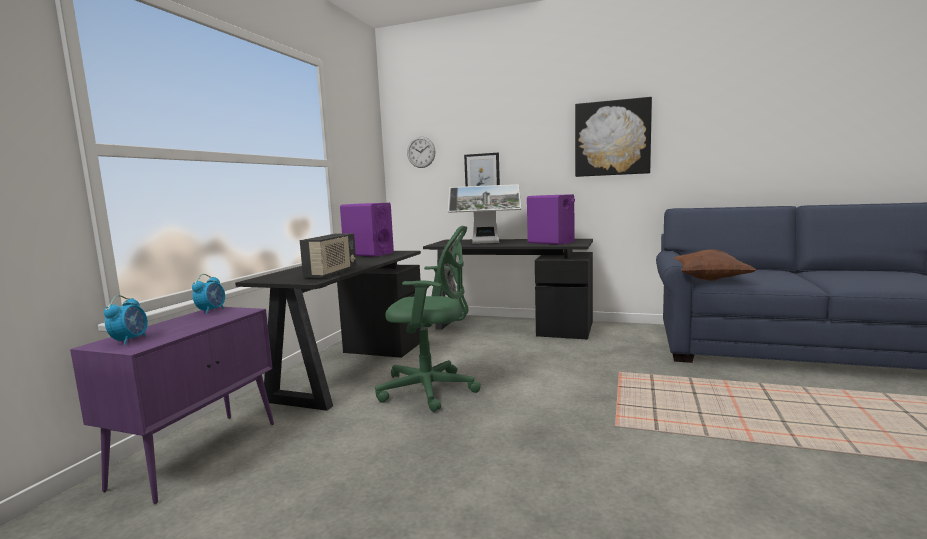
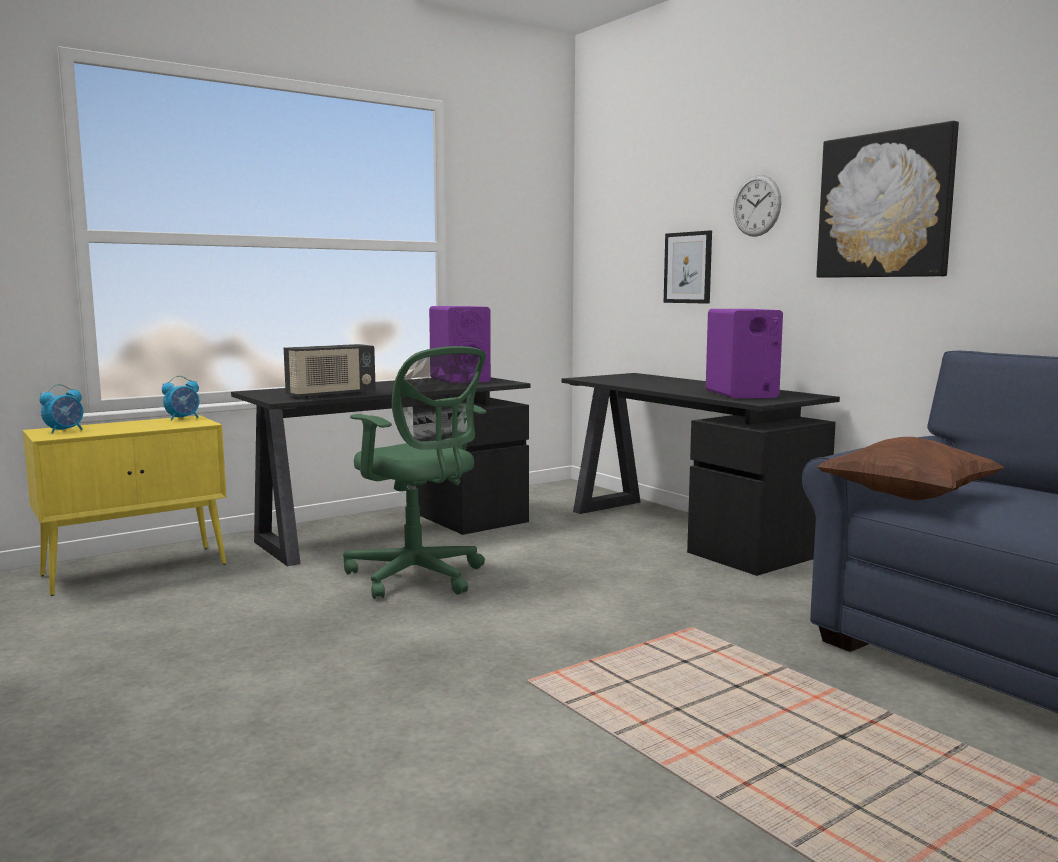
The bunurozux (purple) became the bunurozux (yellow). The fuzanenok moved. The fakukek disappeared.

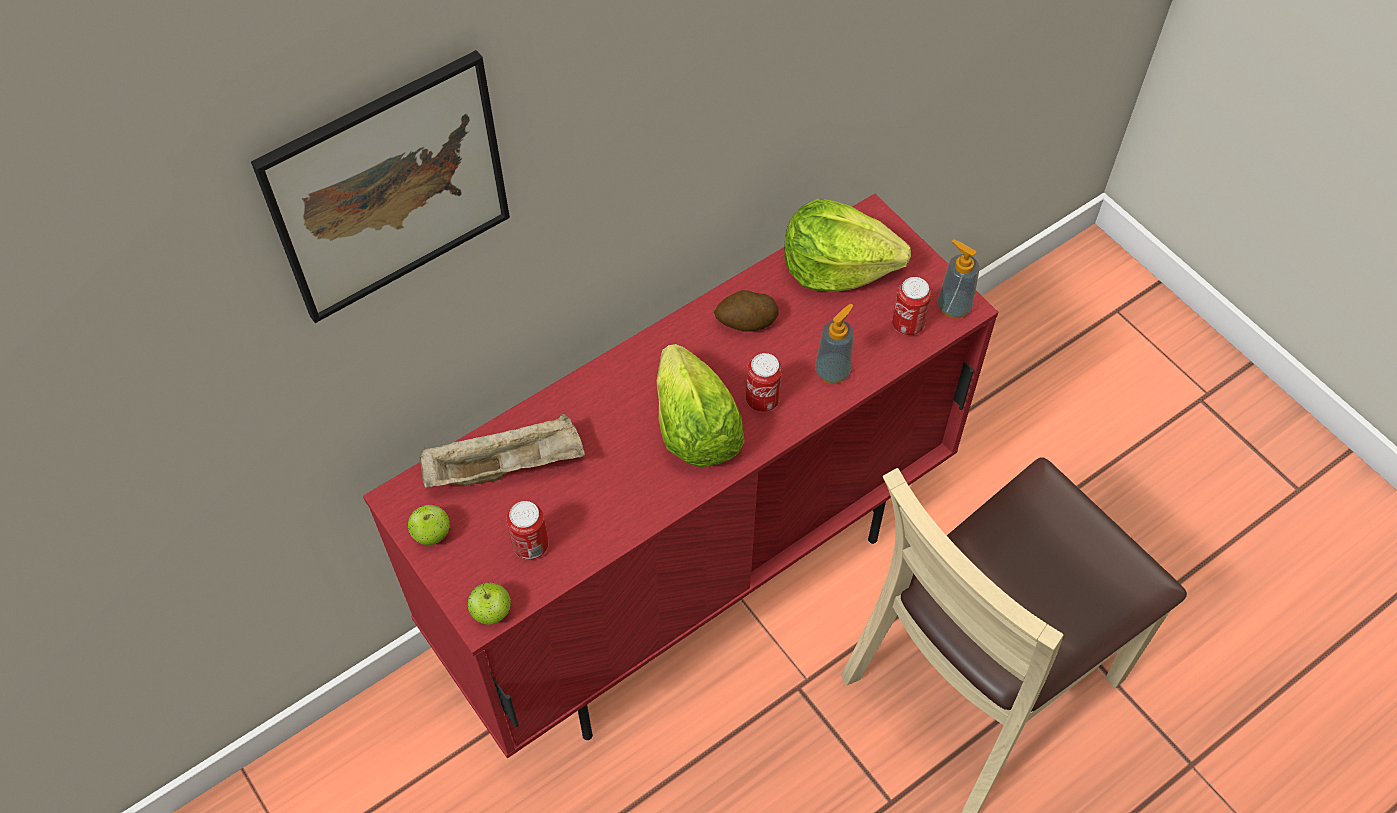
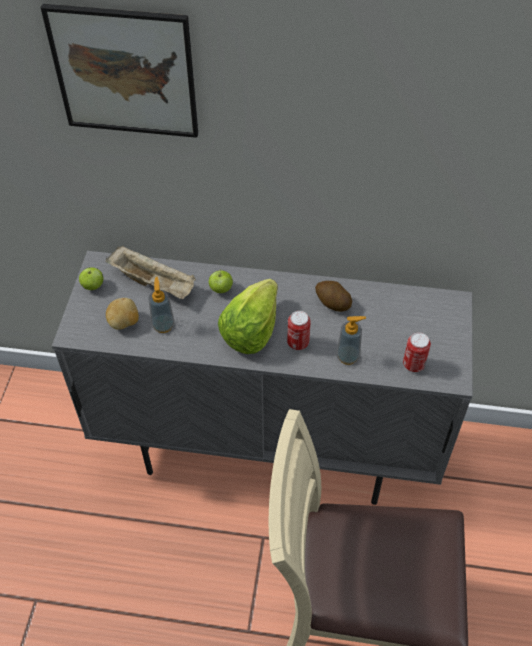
The bunurozux (red) became the bunurozux (grey). The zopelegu (no. 1 from left) was replaced by the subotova (no. 1 from left). The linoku (no. 2 from left in the first image) moved. The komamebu (no. 2 from left) moved. The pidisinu (no. 2 from left) disappeared.

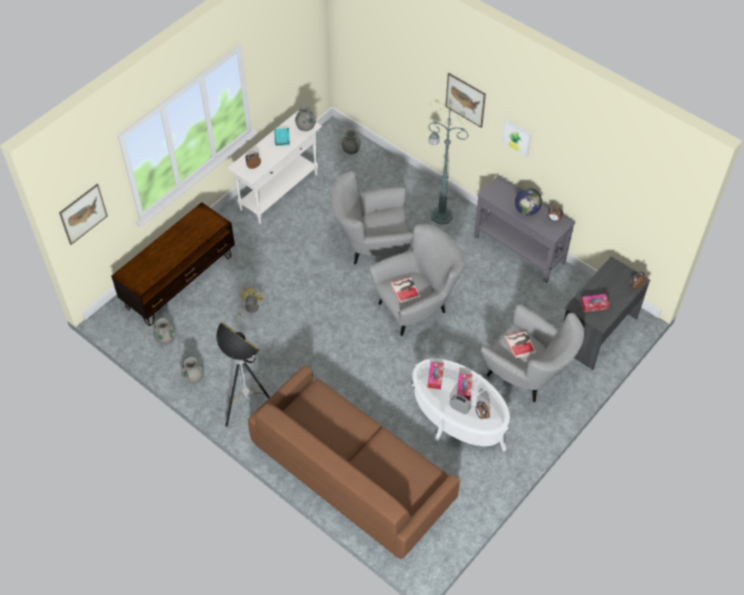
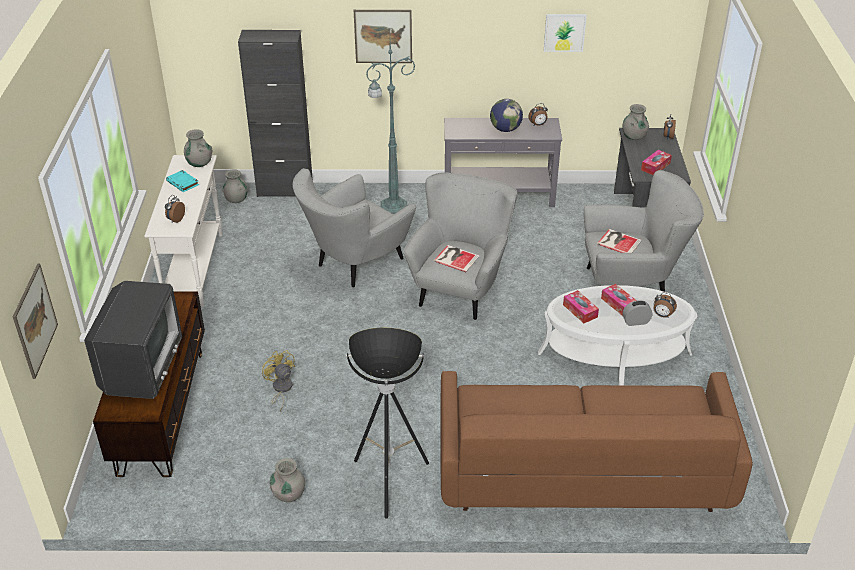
The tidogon appeared. The bunurozux (black) appeared. The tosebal (no. 3 from left) moved. The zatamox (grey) (no. 1 from left in the first image) moved.

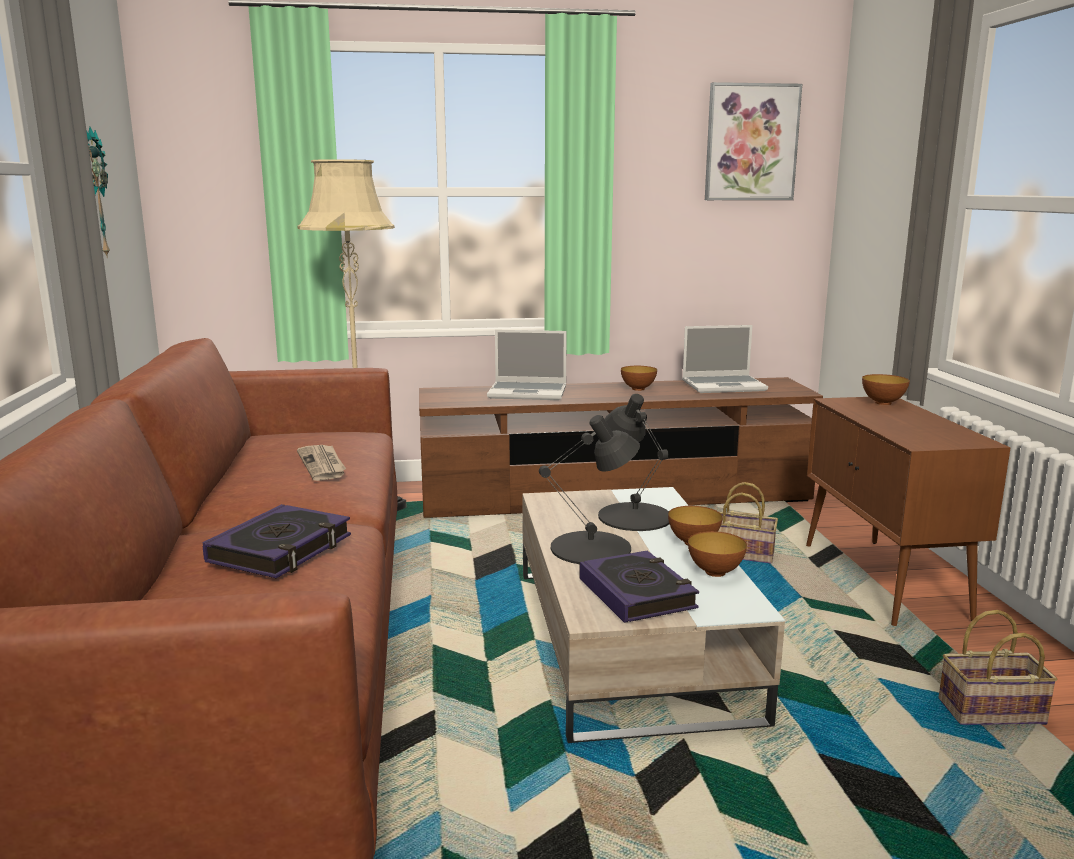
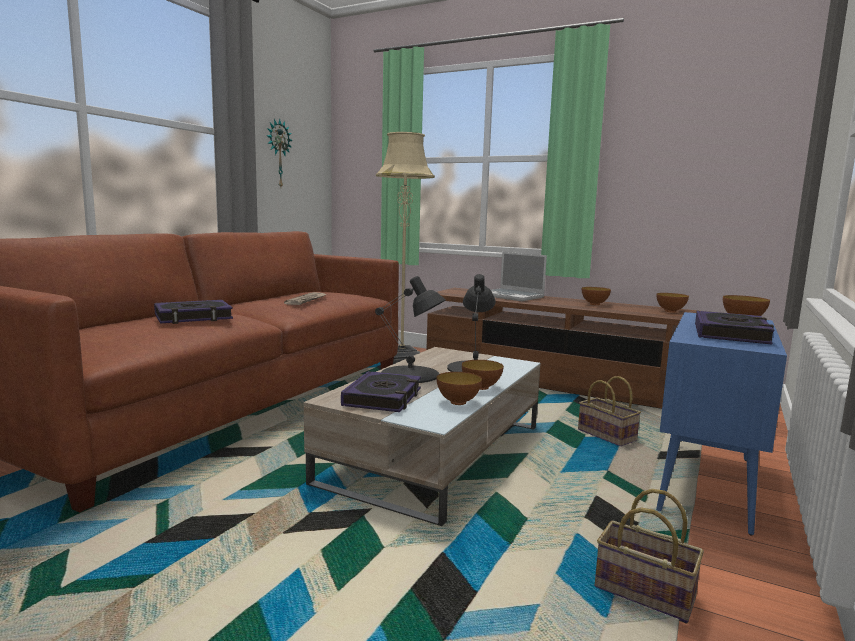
The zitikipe (no. 2 from left) was replaced by the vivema (no. 4 from left). The bunurozux (brown) became the bunurozux (blue). The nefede (no. 3 from left) appeared. The tosebal disappeared.

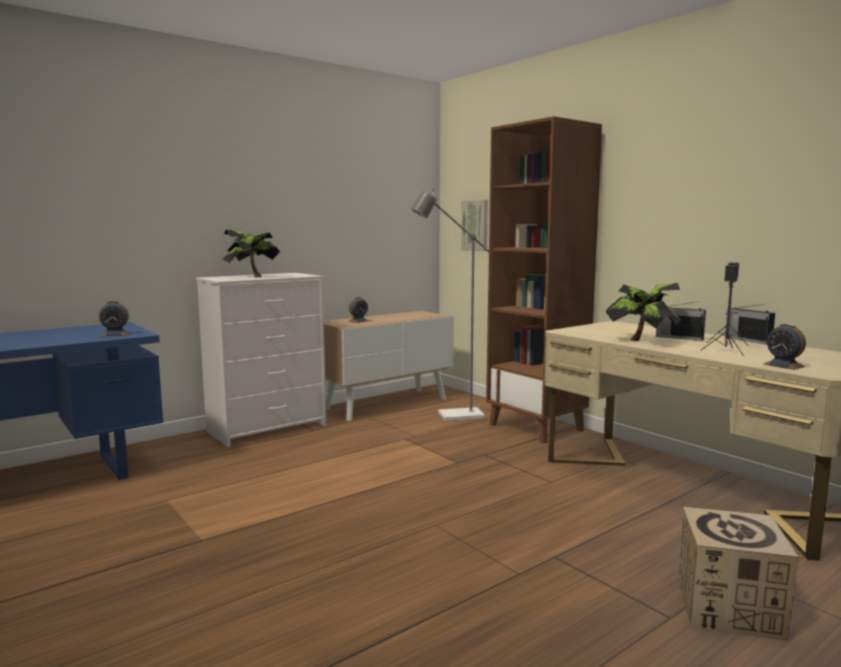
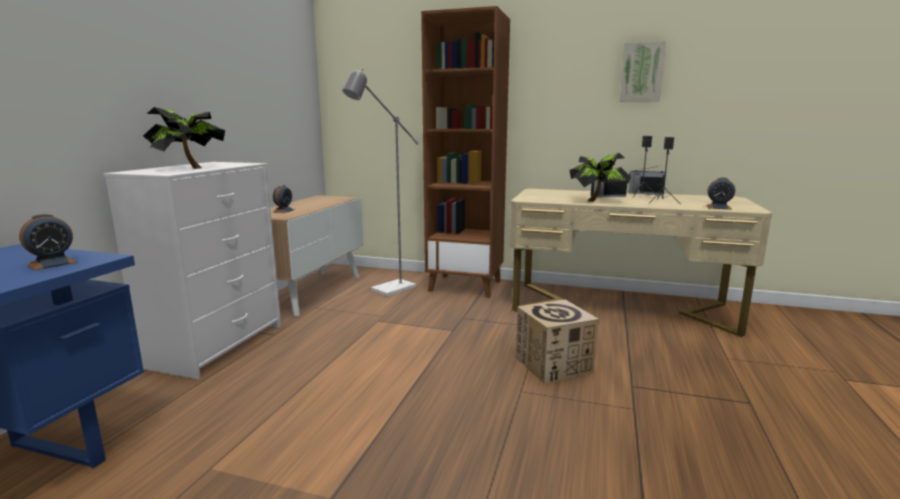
The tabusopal moved. The tosebal moved.

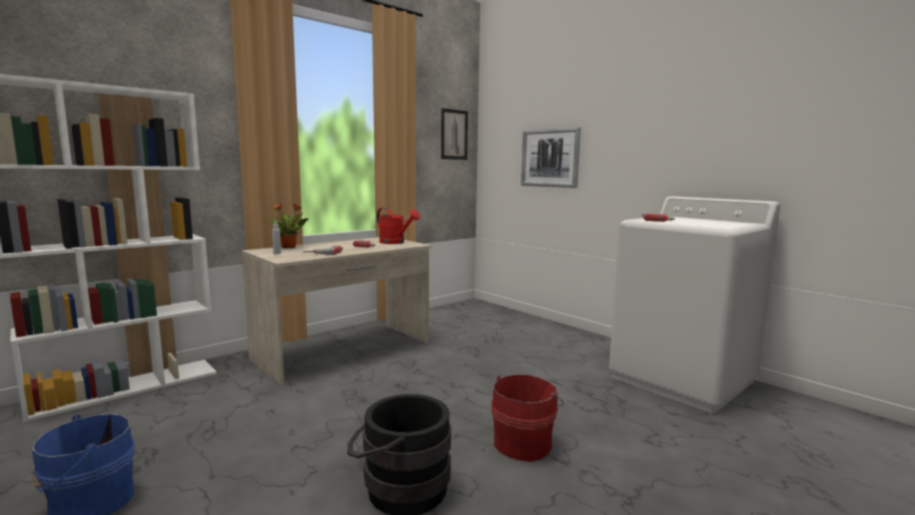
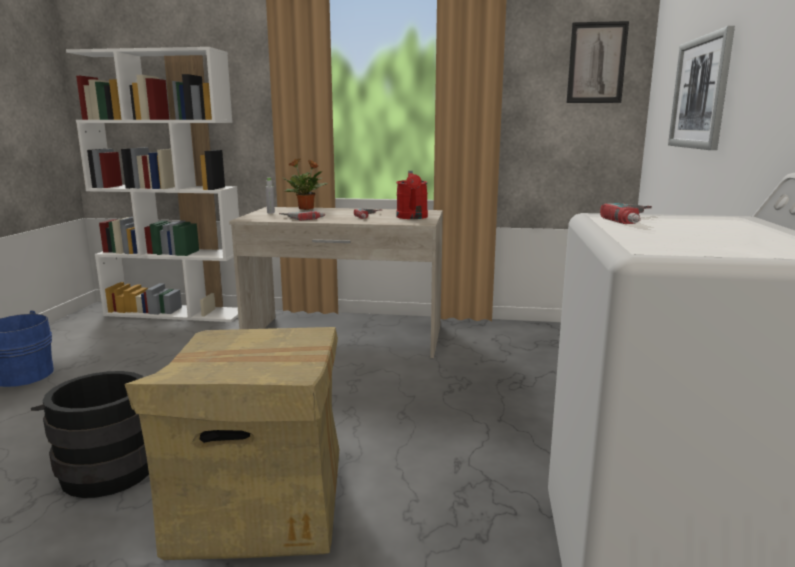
The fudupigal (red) was replaced by the tabusopal.

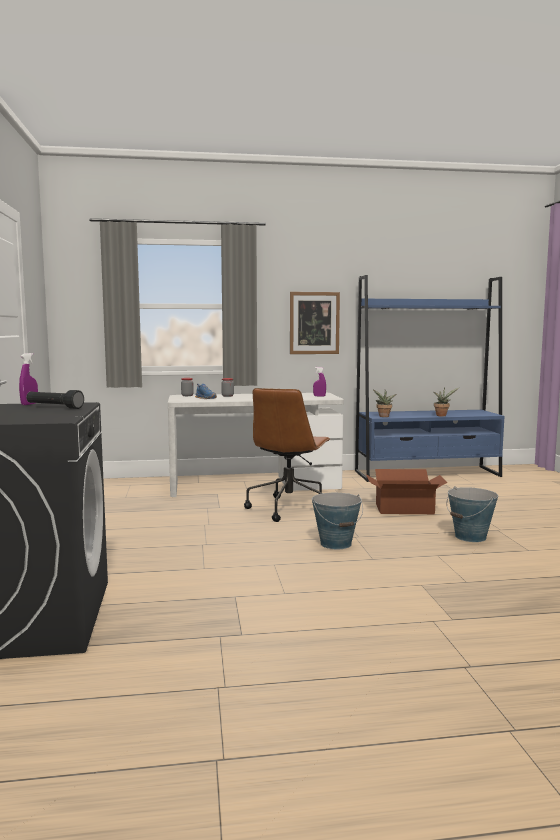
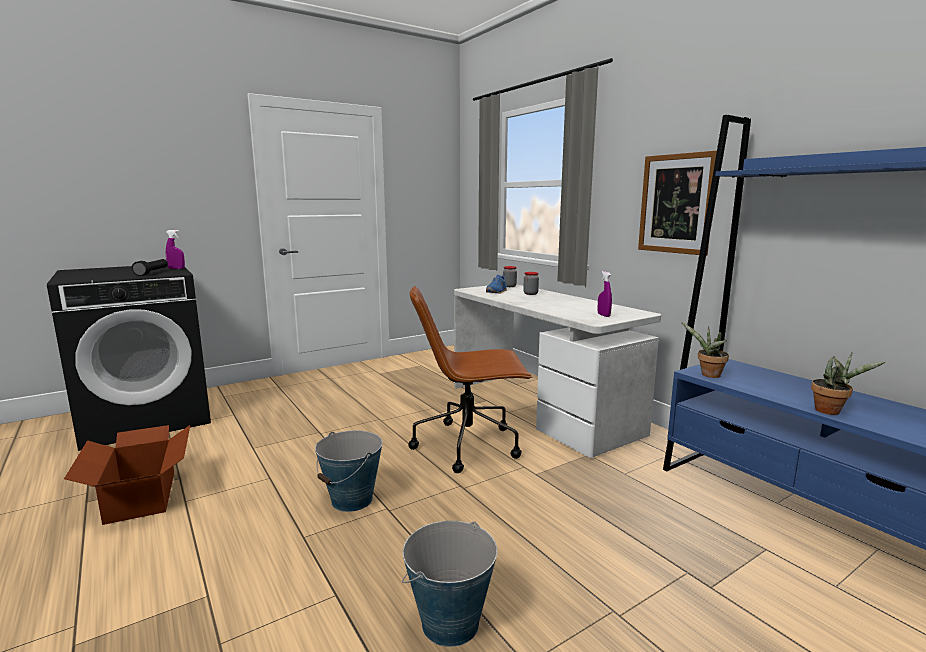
The tabusopal moved.

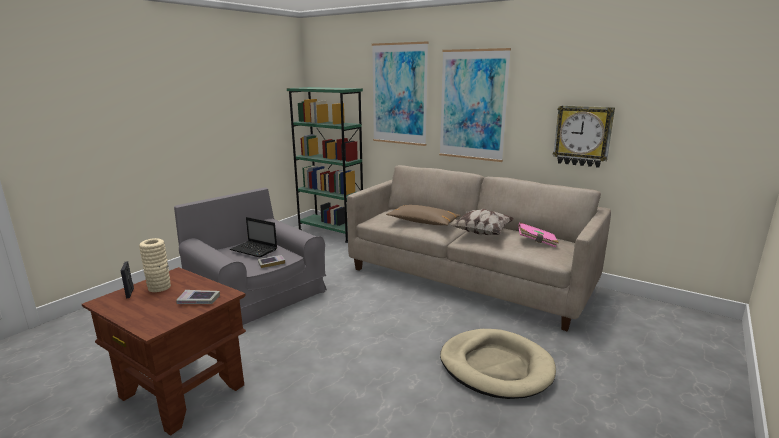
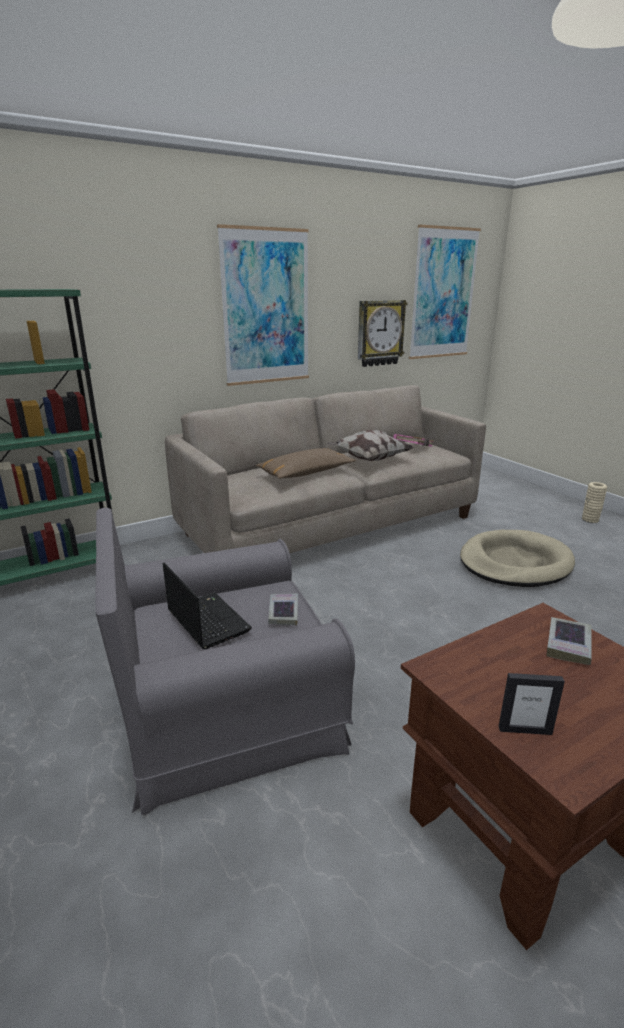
The zitikipe turned 90 degrees counterclockwise. The tosebal (no. 1 from left in the first image) moved. The zatamox (beige) moved.

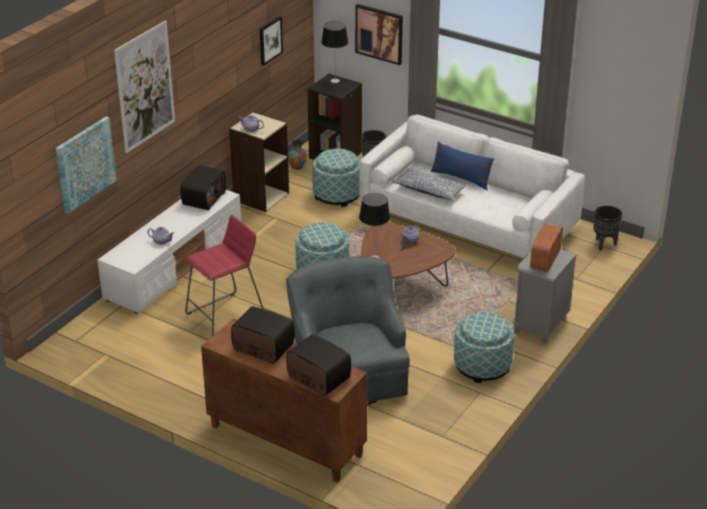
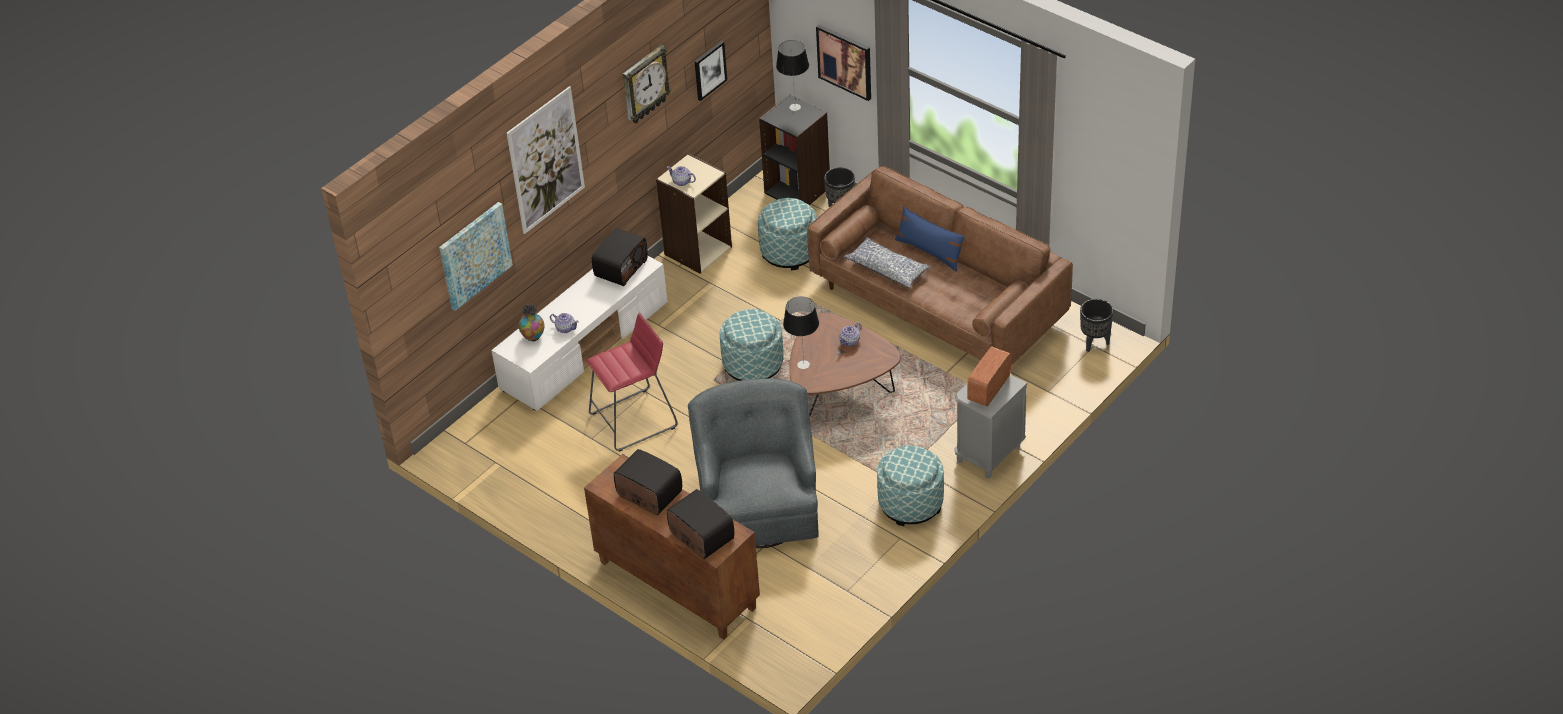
The zatamox moved. The fuzanenok appeared. The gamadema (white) became the gamadema (brown).

